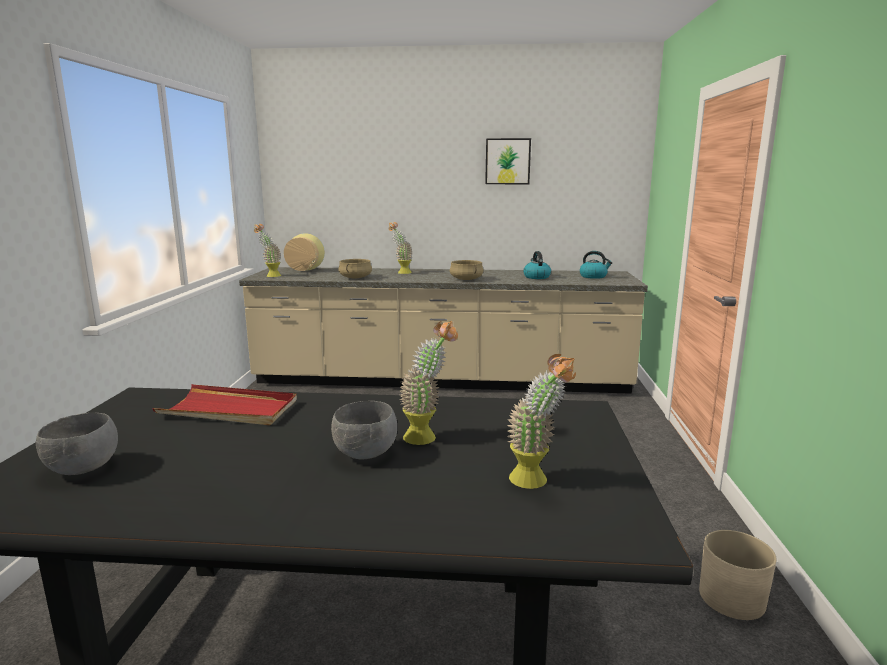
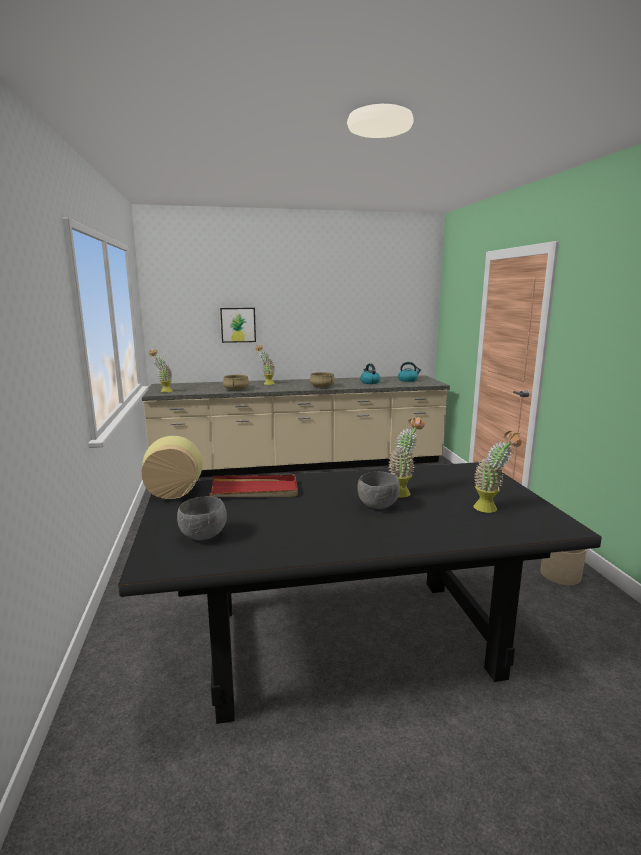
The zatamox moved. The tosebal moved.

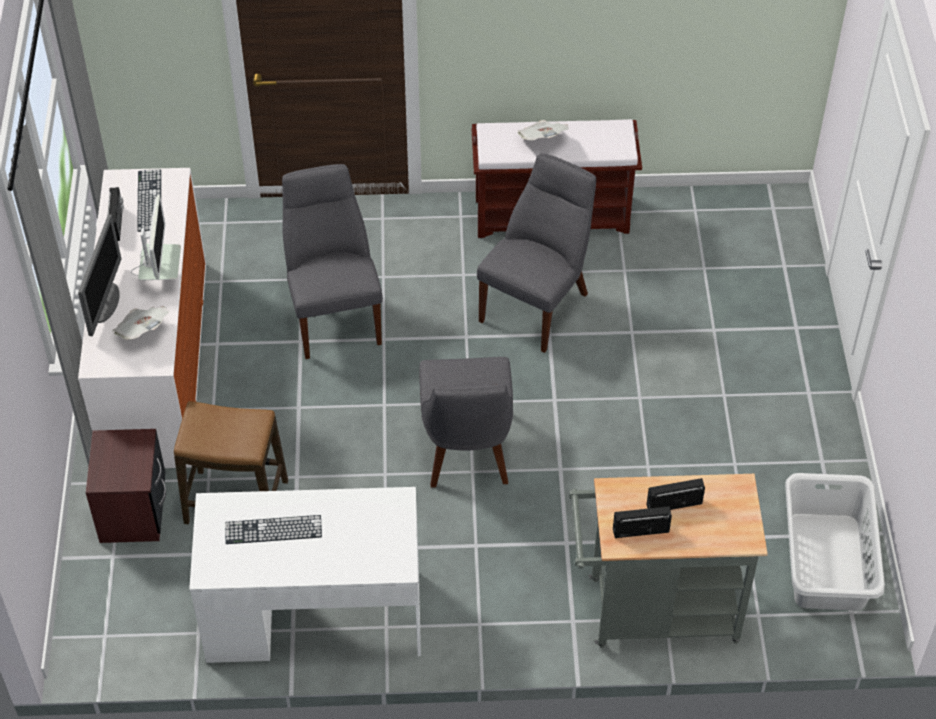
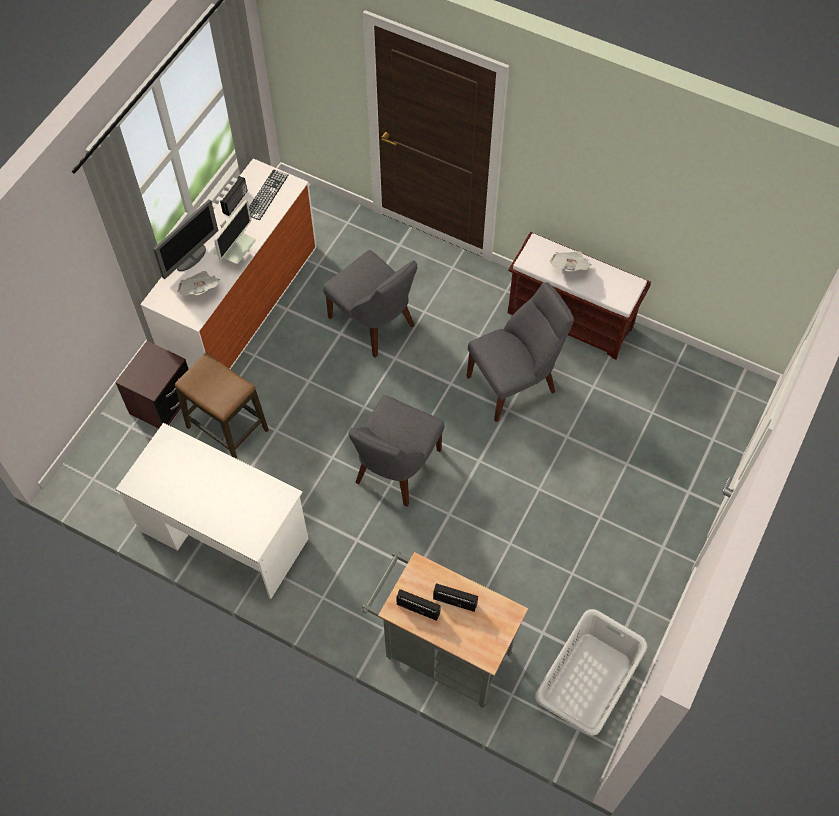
The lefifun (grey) (no. 1 from left) turned 120 degrees clockwise. The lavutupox (no. 2 from left) disappeared.

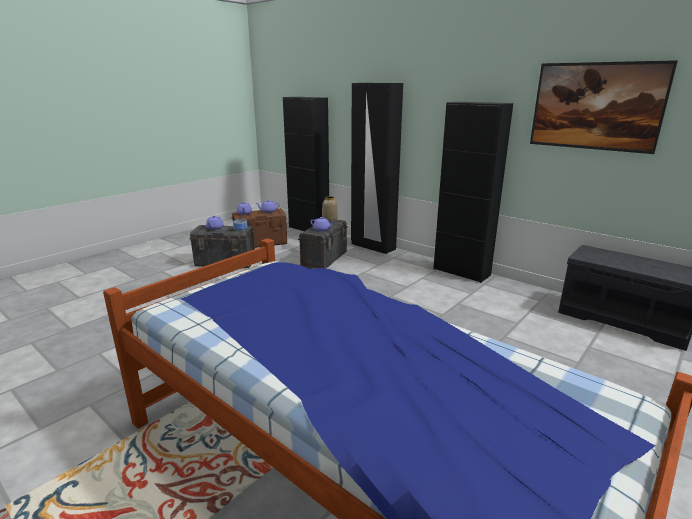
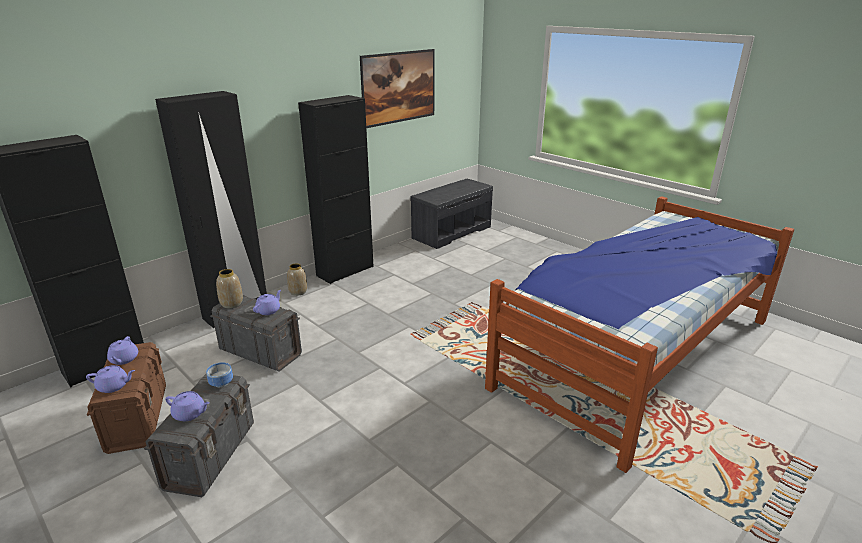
The zatamox (no. 2 from left) appeared.

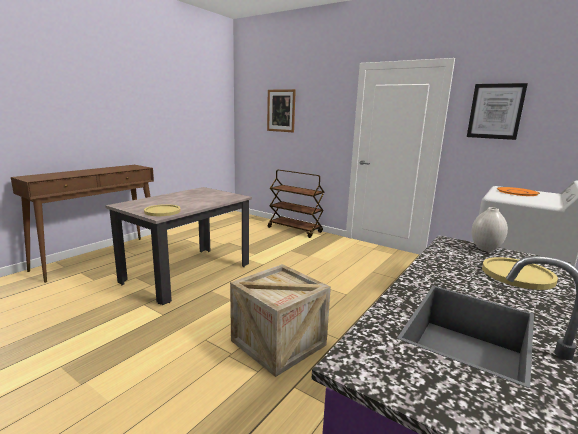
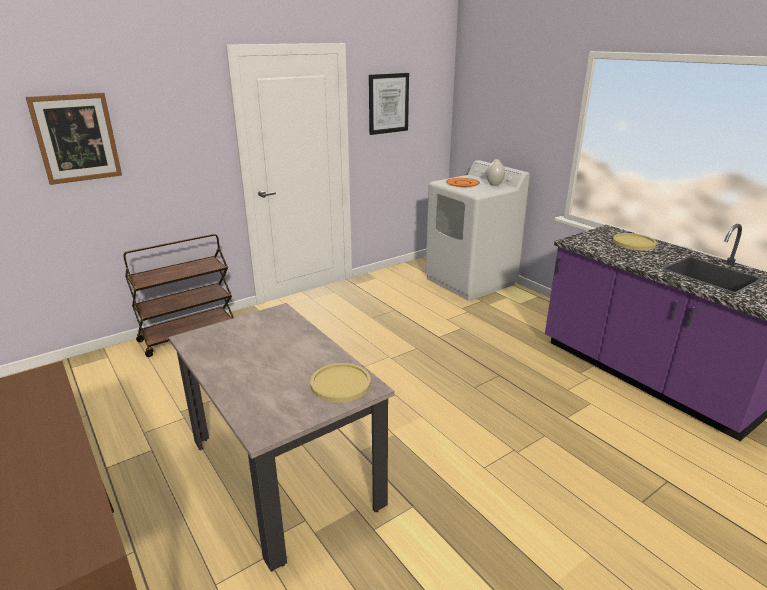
The zatamox (white) moved. The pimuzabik disappeared.

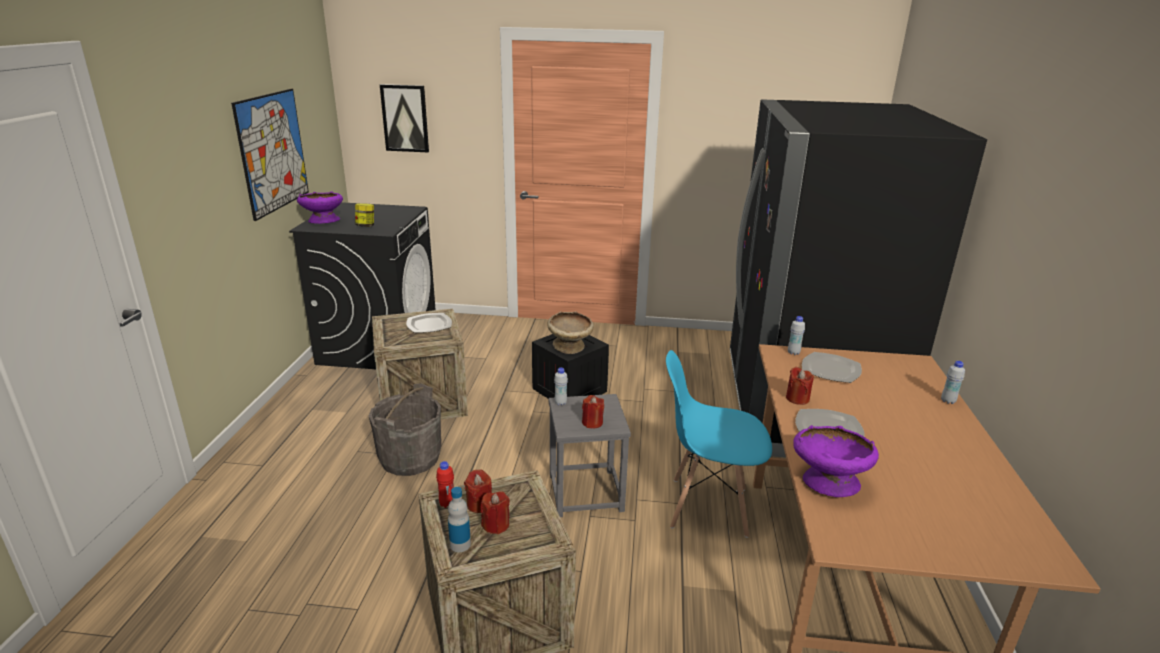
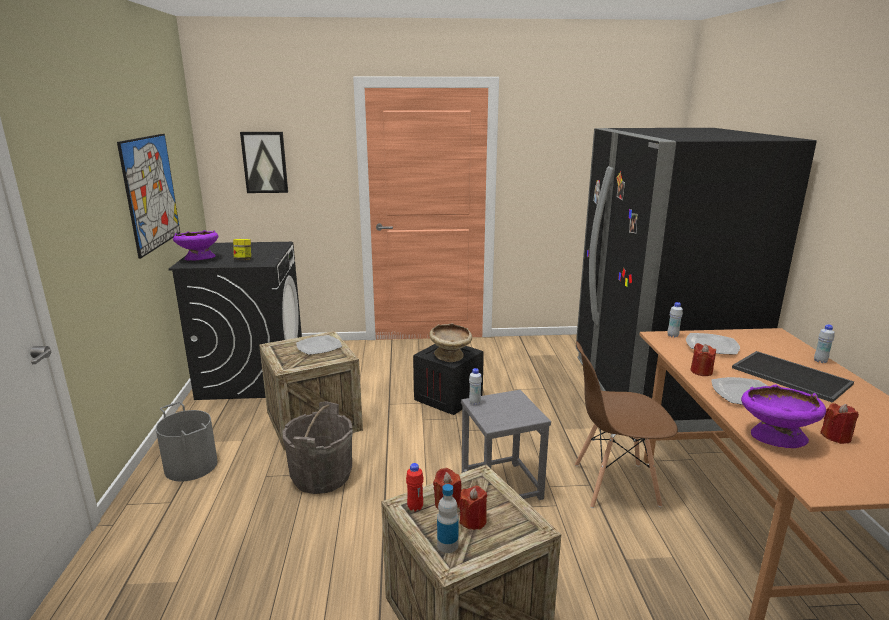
The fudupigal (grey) (no. 1 from left) appeared. The lefifun (blue) became the lefifun (brown). The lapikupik appeared. The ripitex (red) (no. 3 from left in the first image) moved.

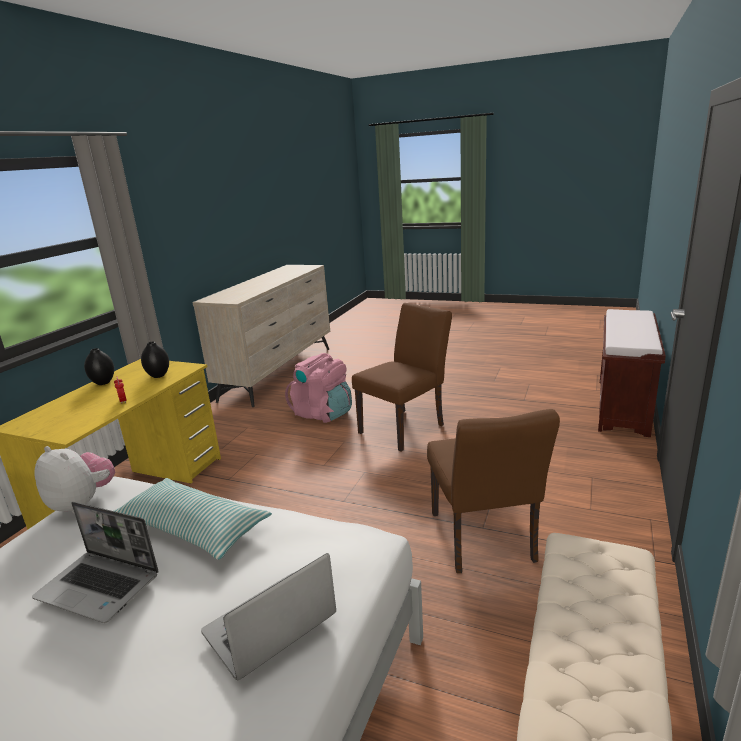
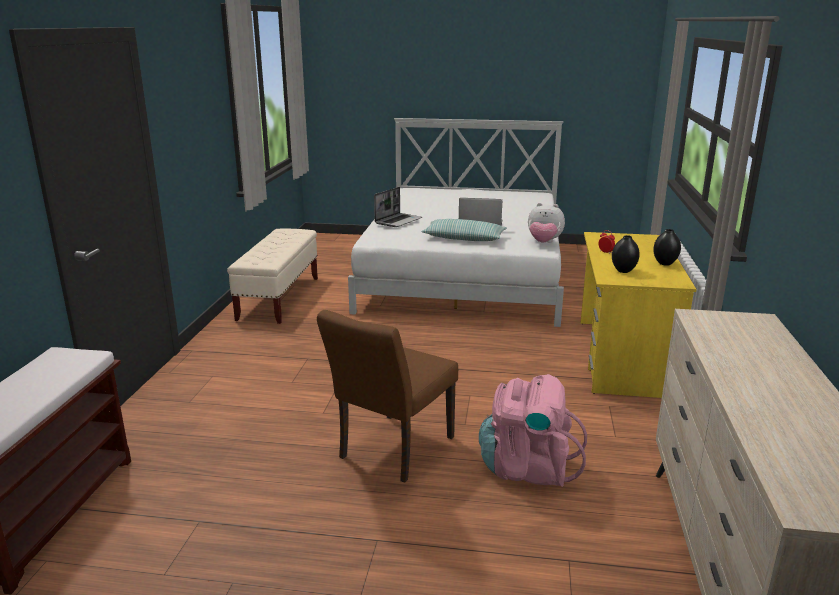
The lefifun (brown) (no. 2 from left) disappeared.

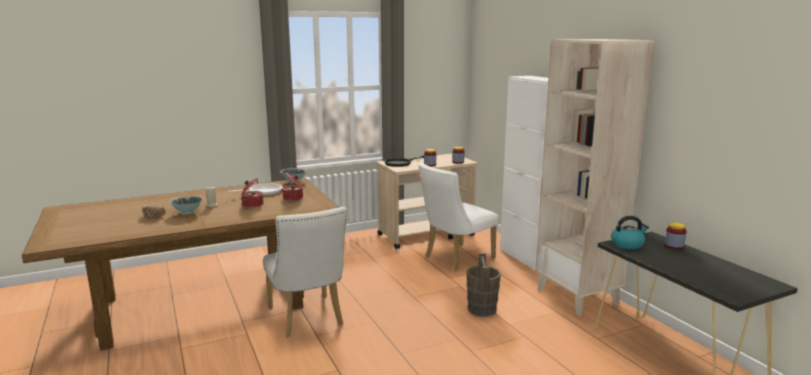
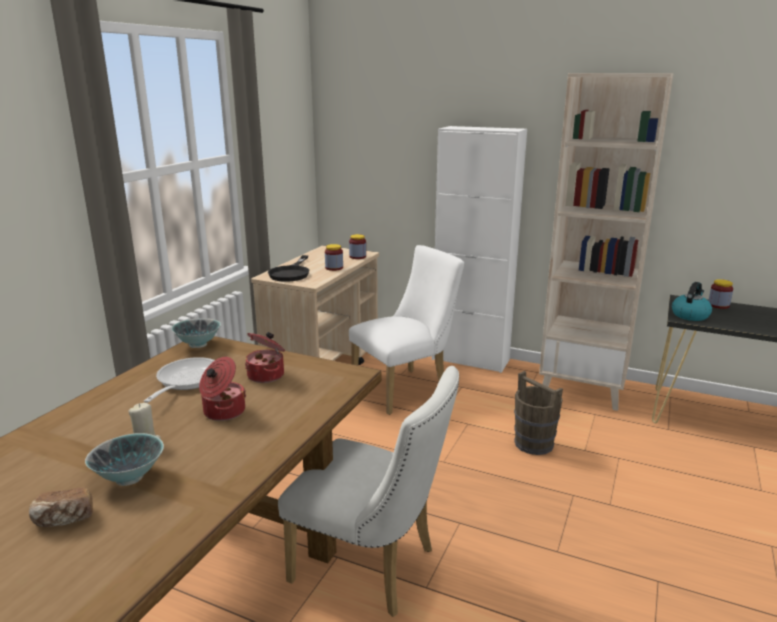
The lefifun (white) (no. 2 from left) turned 135 degrees counterclockwise.

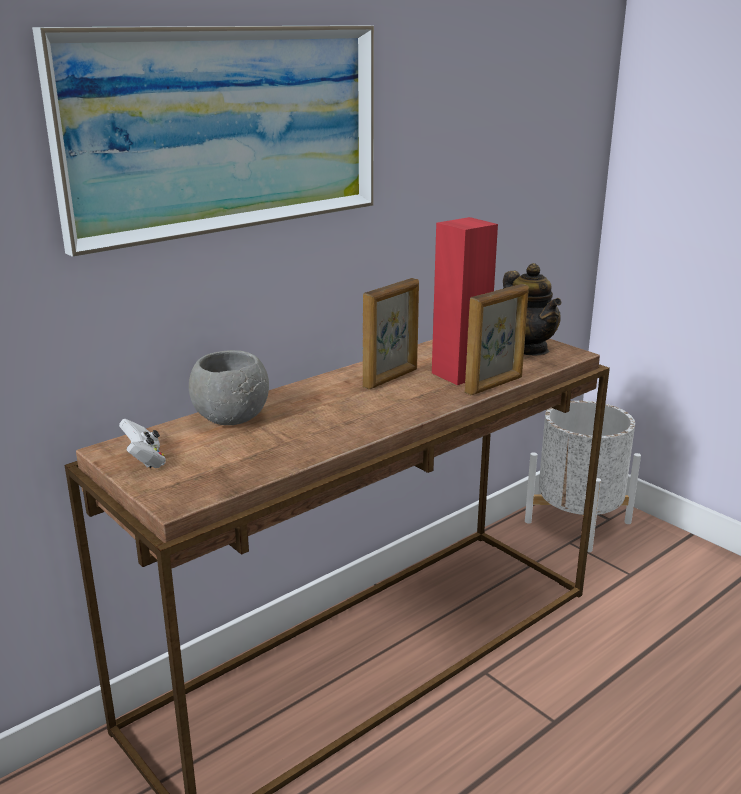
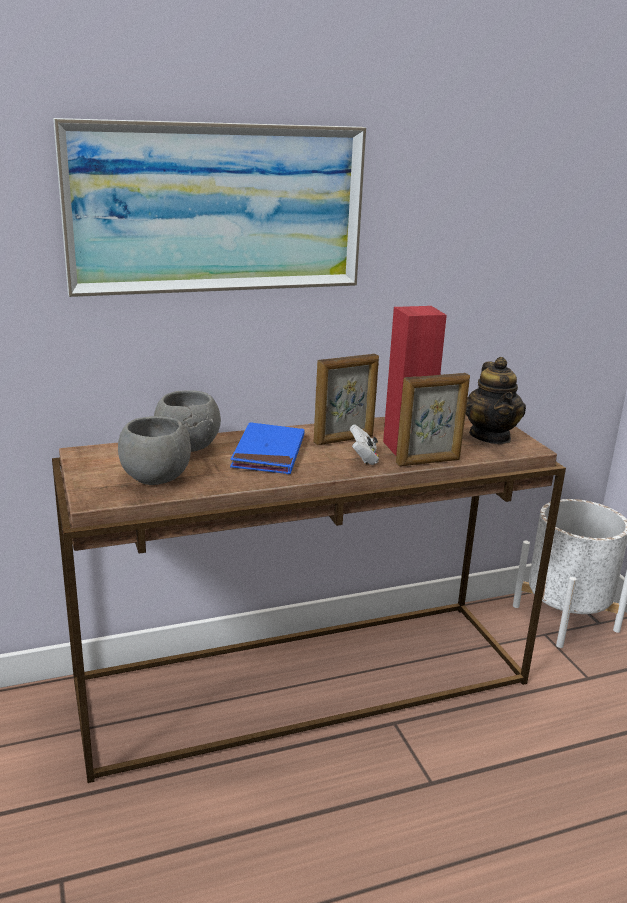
The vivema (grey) (no. 1 from left) appeared. The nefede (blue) appeared. The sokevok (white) moved.

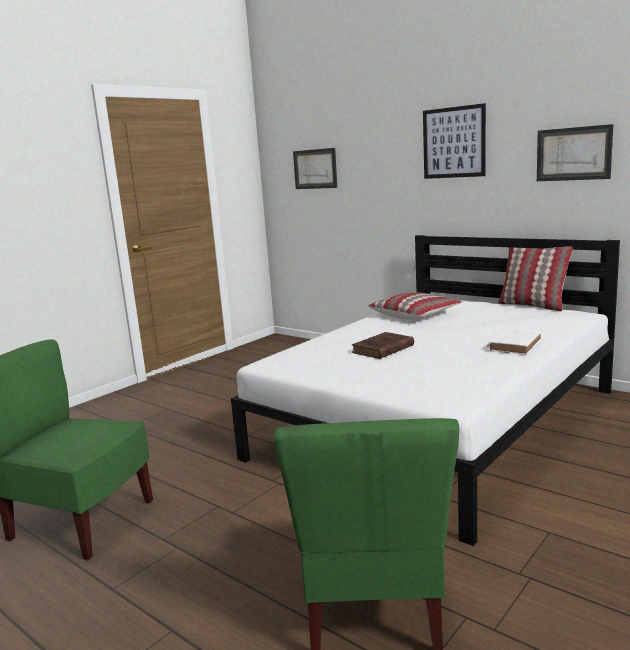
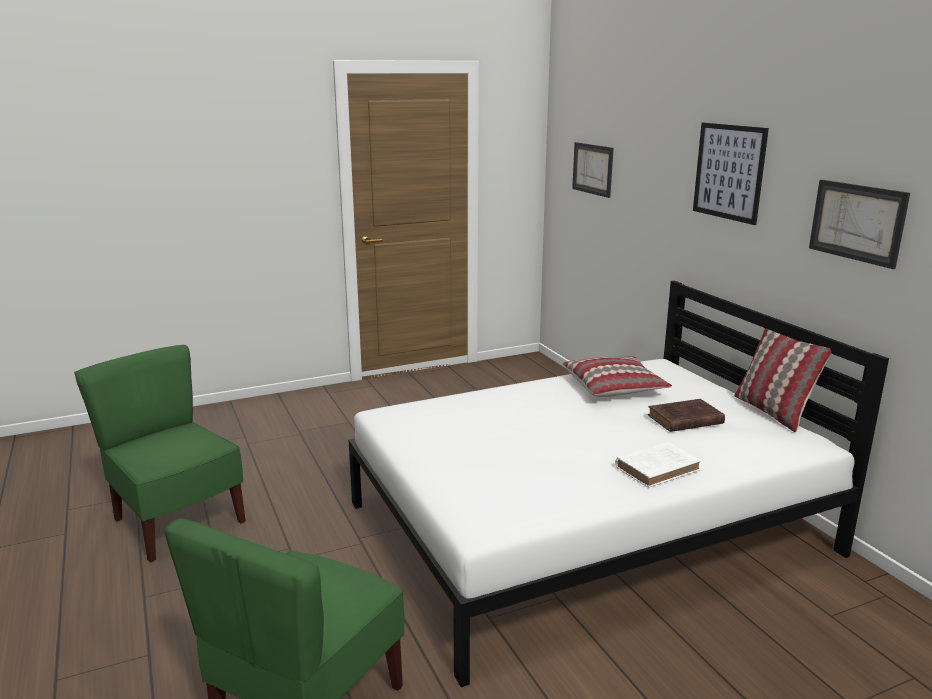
The nefede (brown) moved.

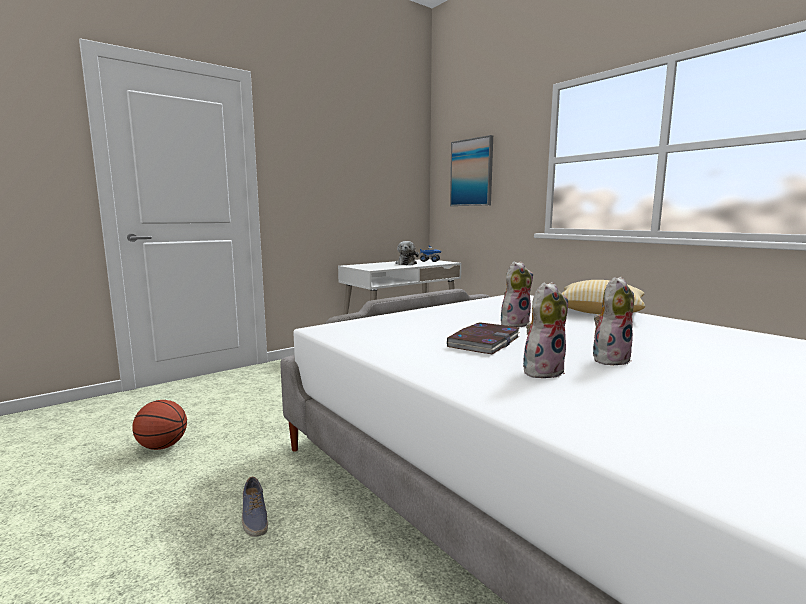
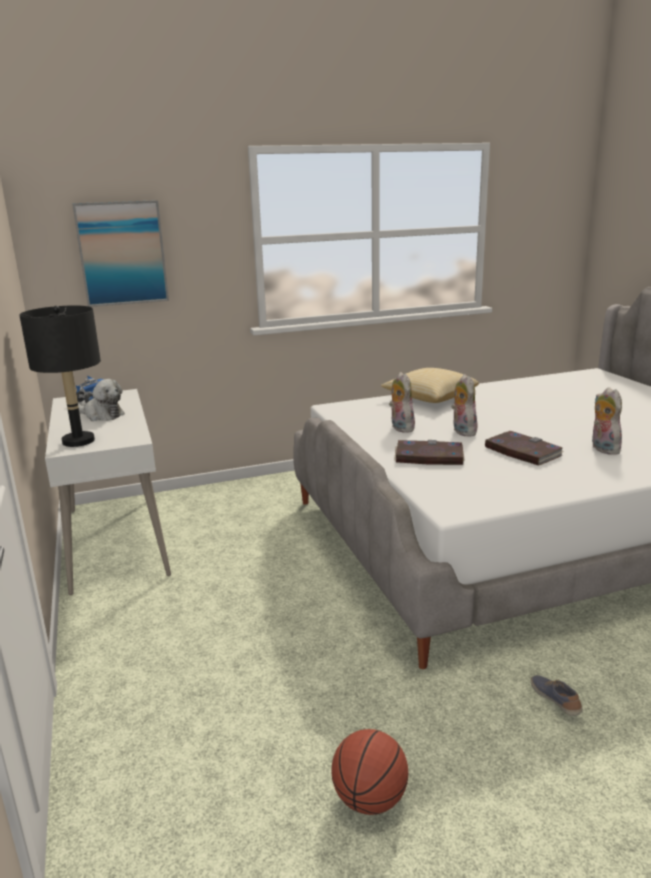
The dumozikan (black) appeared. The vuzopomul (no. 4 from left in the first image) moved. The nefede (no. 1 from left) appeared. The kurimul turned 105 degrees counterclockwise.

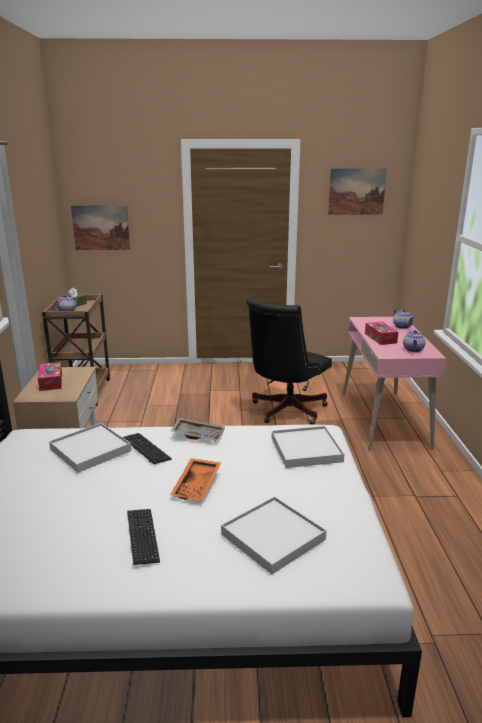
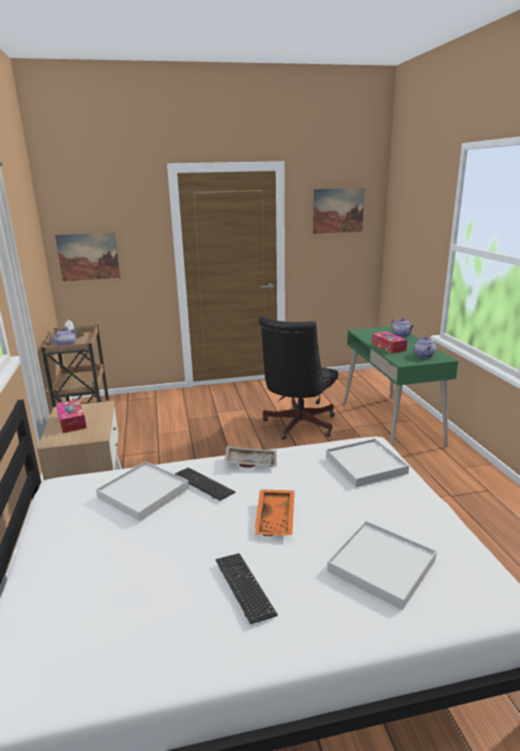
The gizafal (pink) became the gizafal (green).

